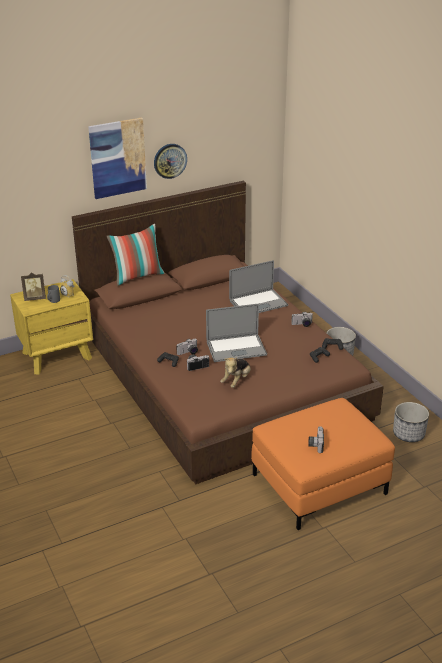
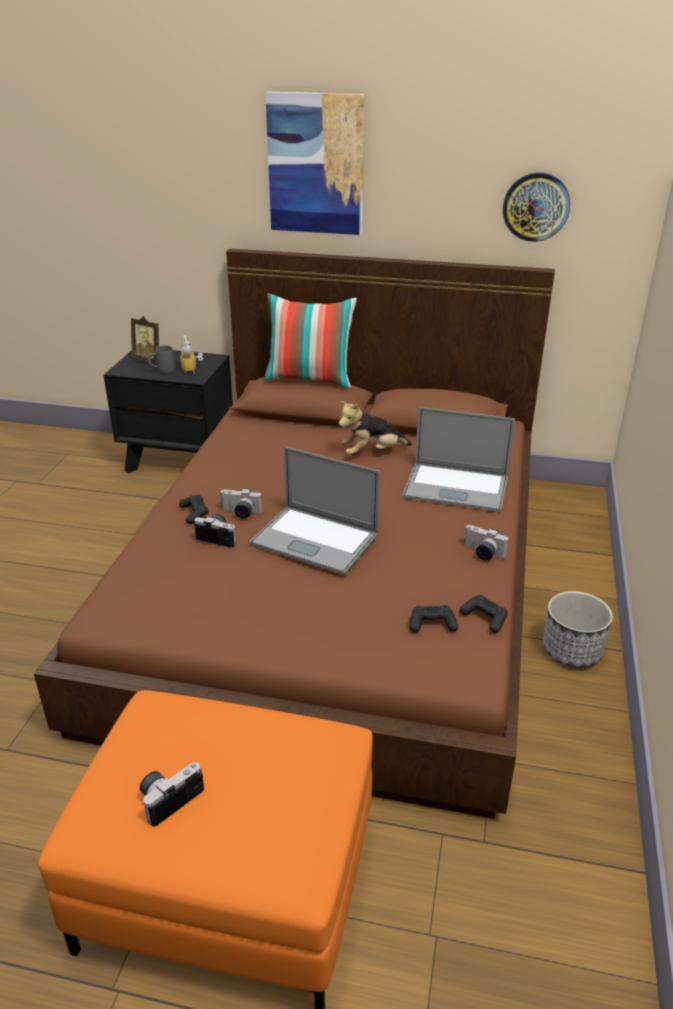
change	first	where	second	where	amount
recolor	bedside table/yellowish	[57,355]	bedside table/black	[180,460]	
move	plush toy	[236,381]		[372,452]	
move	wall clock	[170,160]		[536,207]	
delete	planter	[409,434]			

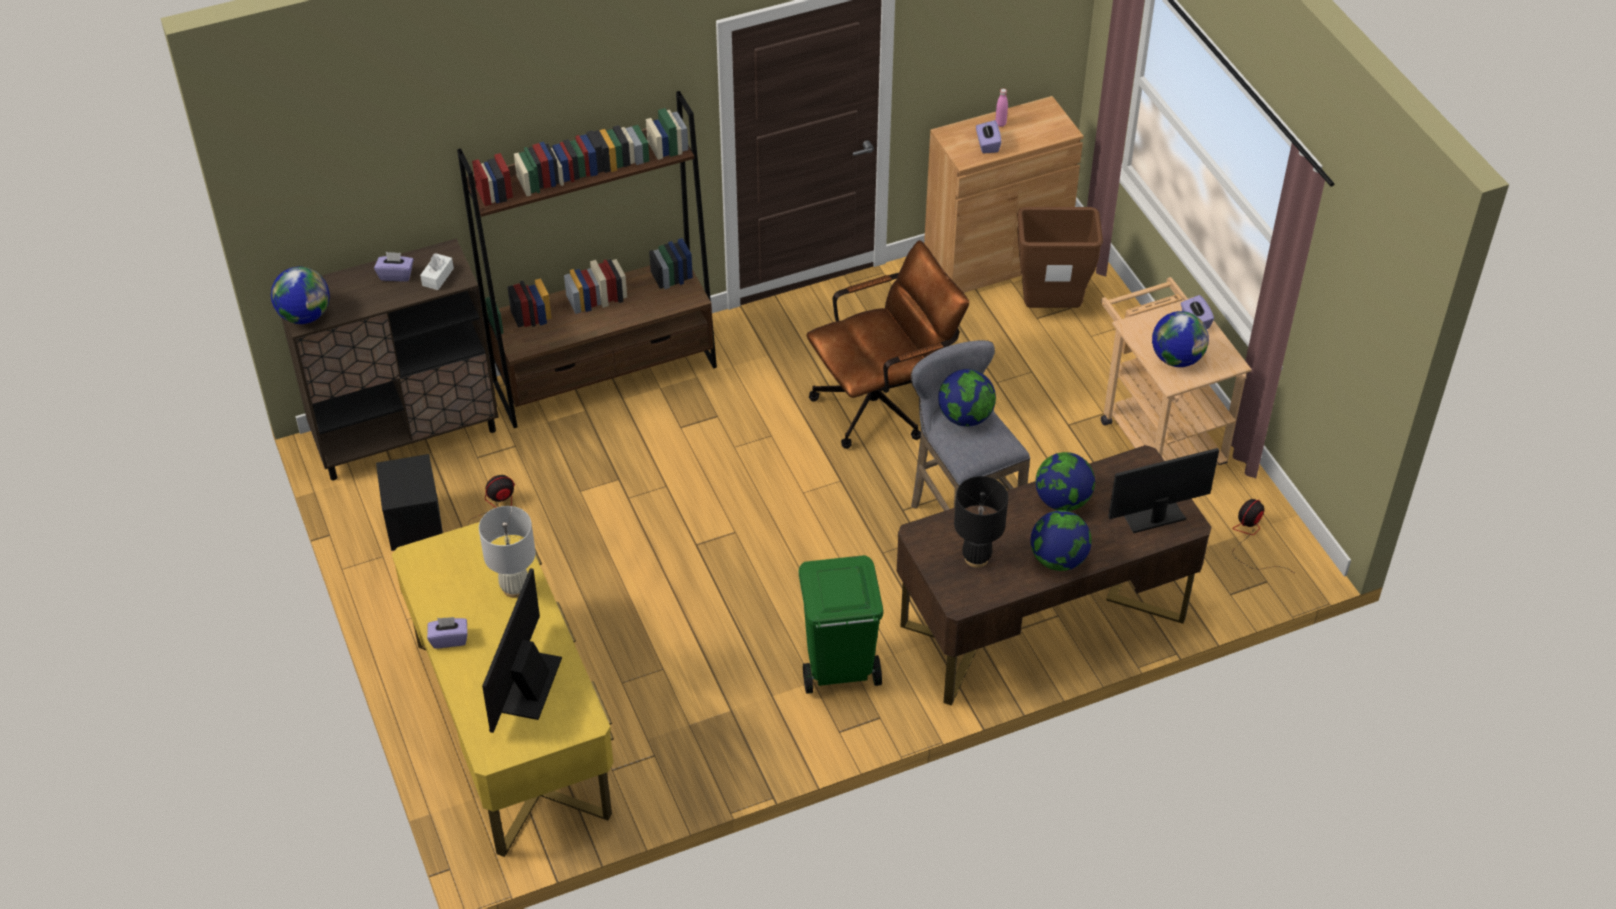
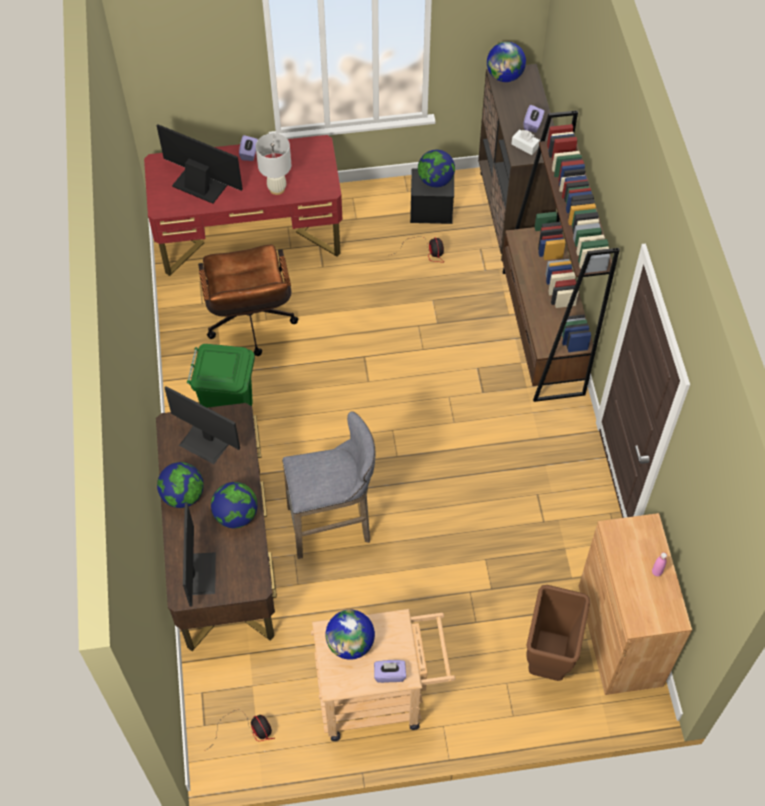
change	first	where	second	where	amount
recolor	desk/yellowish	[513,727]	desk/reddish	[250,238]	
replace	table lamp/black	[976,558]	computer display	[204,444]	
move	desk chair/brownish	[884,403]		[251,326]	
move	globe	[965,417]		[435,181]	
delete	tissue holder/purple	[987,145]			

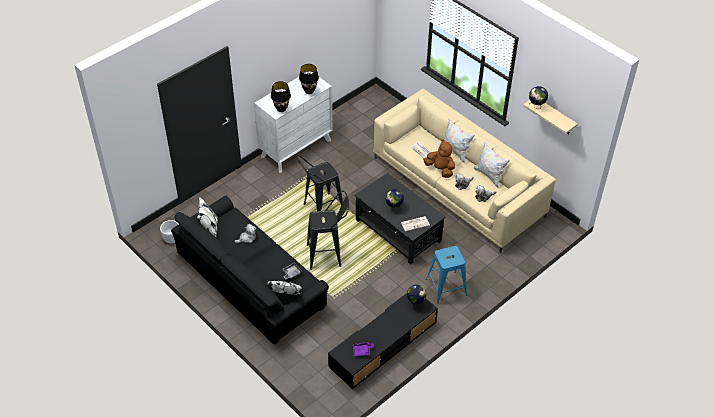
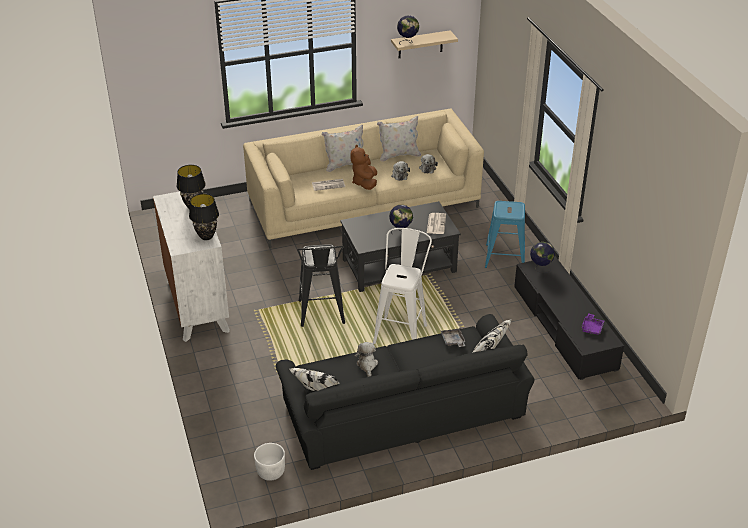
change	first	where	second	where	amount
rotate	plush toy/brownish	[440,169]		[365,183]	60 degrees counterclockwise
recolor	stool seat/black	[328,255]	stool seat/white	[402,330]	

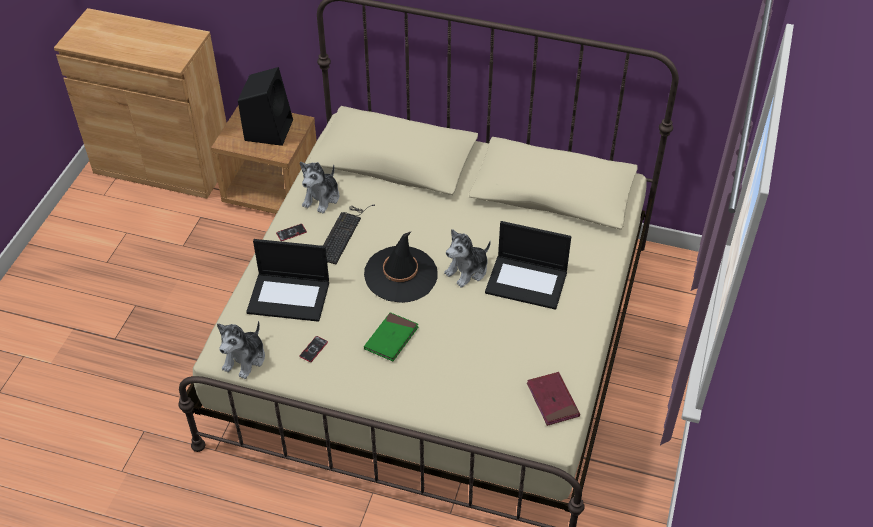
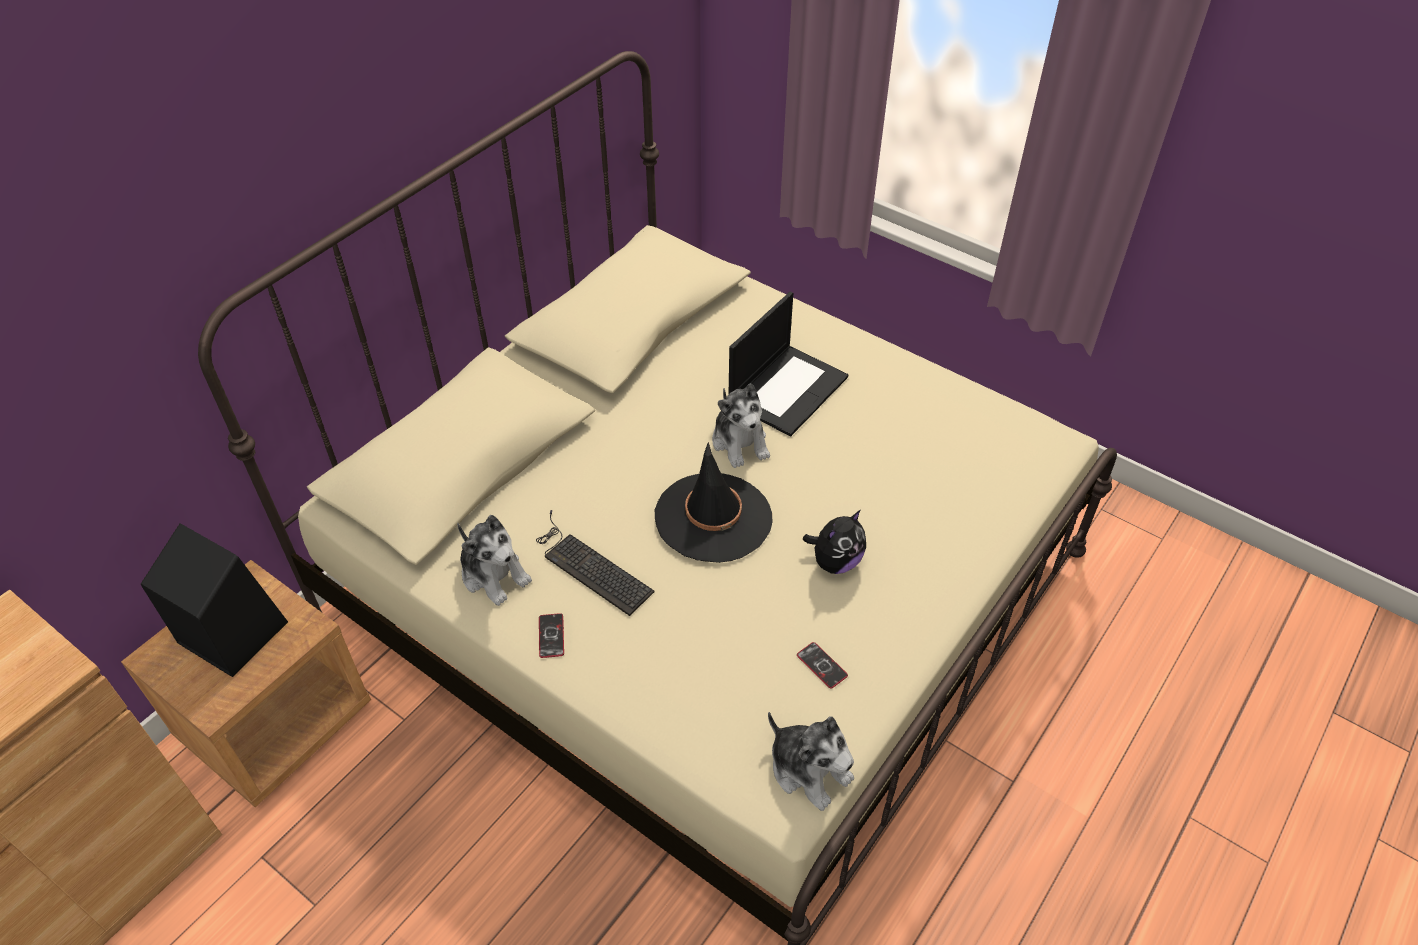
change	first	where	second	where	amount
replace	bound book/greenish	[391,338]	plush toy	[835,562]	
delete	portable computer	[290,296]			
delete	bound book/reddish	[552,400]			

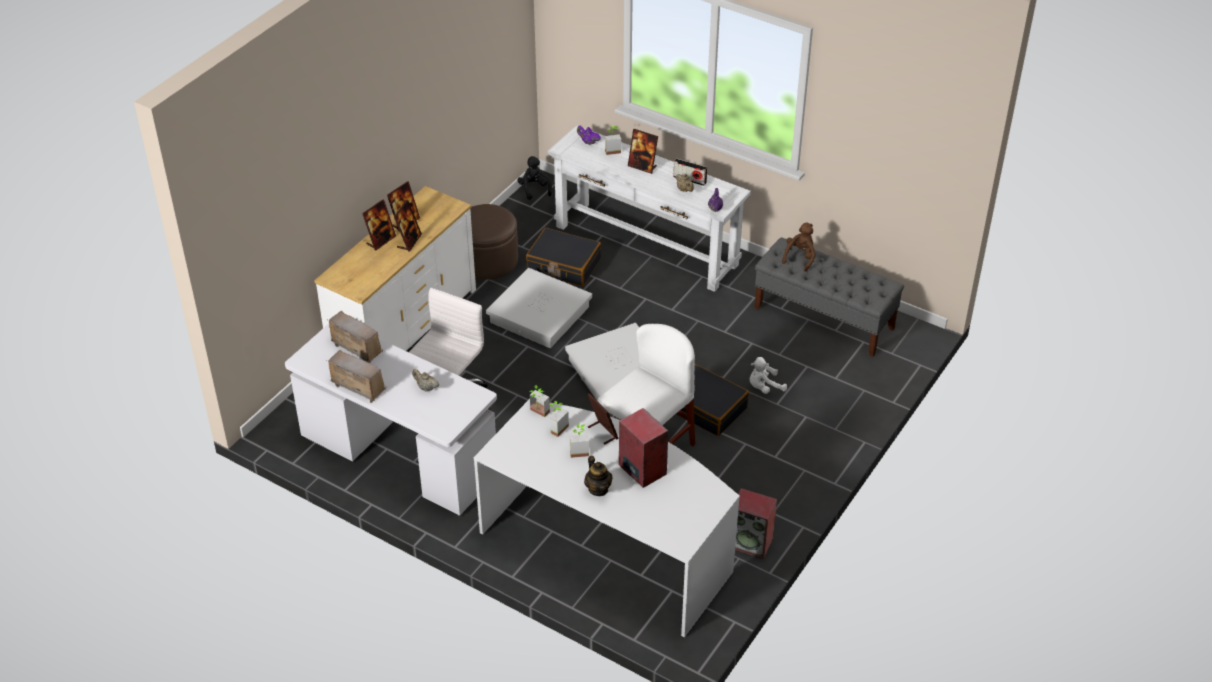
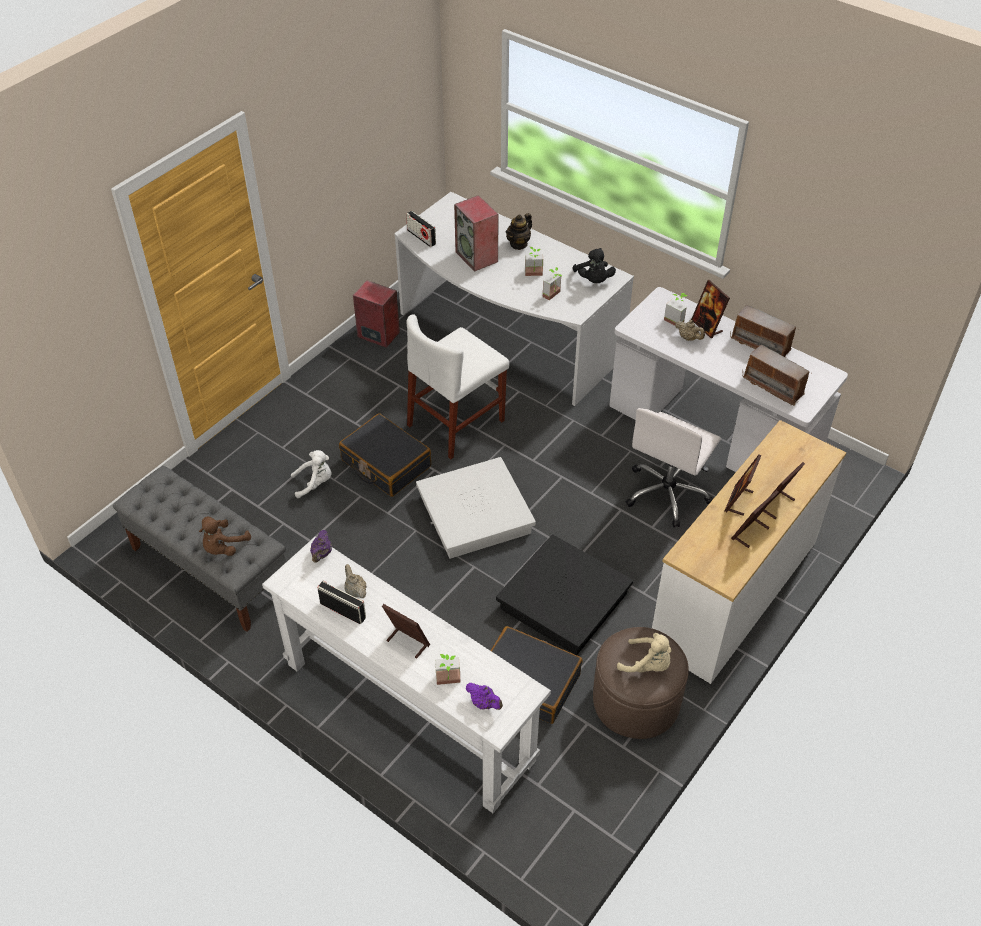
change	first	where	second	where	amount
insert			radio receiver	[421,237]	
recolor	storage box/white	[539,314]	storage box/black	[564,601]	
rotate	tea pot	[598,489]		[518,244]	120 degrees counterclockwise
move	plush toy/black	[534,189]		[593,280]	
insert			plush toy/sand-coloured	[647,665]	
move	houseplant	[537,413]		[676,319]	
move	photo frame	[602,432]		[707,326]	

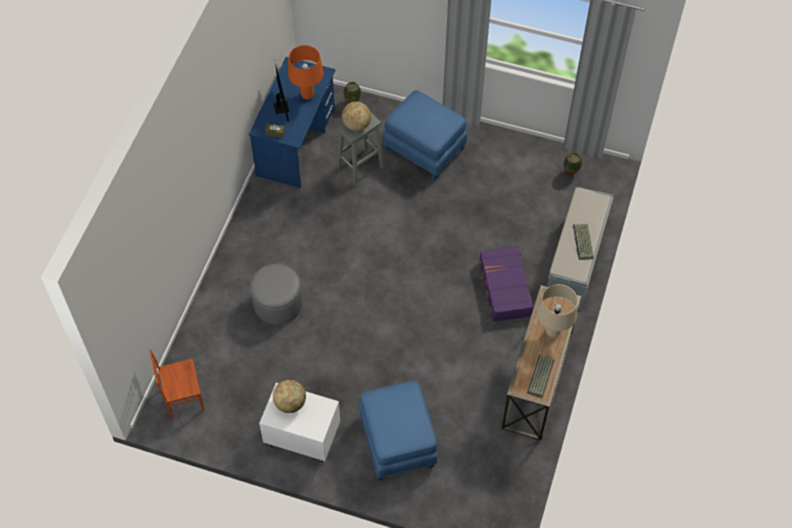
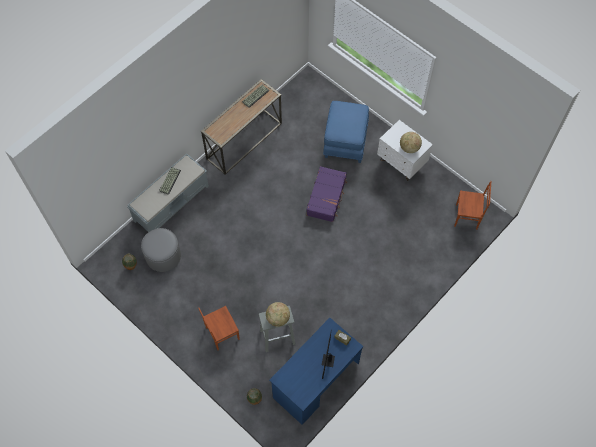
change	first	where	second	where	amount
move	ottoman/greyish	[278,303]		[163,255]	
replace	ottoman/blue	[424,148]	chair/brownish	[221,333]	
move	travel case/purple	[504,288]		[326,197]	
delete	table lamp/orange	[307,95]			
delete	table lamp/sand-coloured	[552,332]			

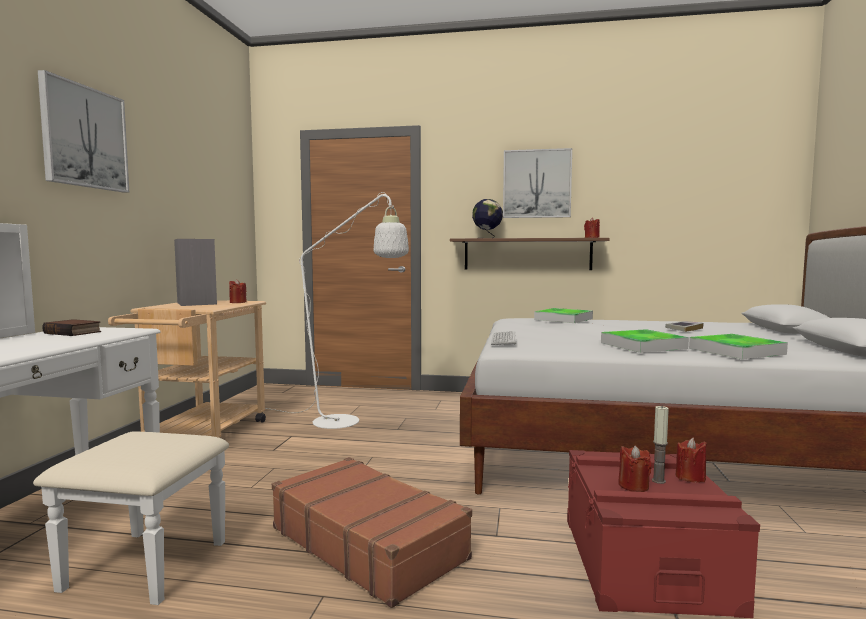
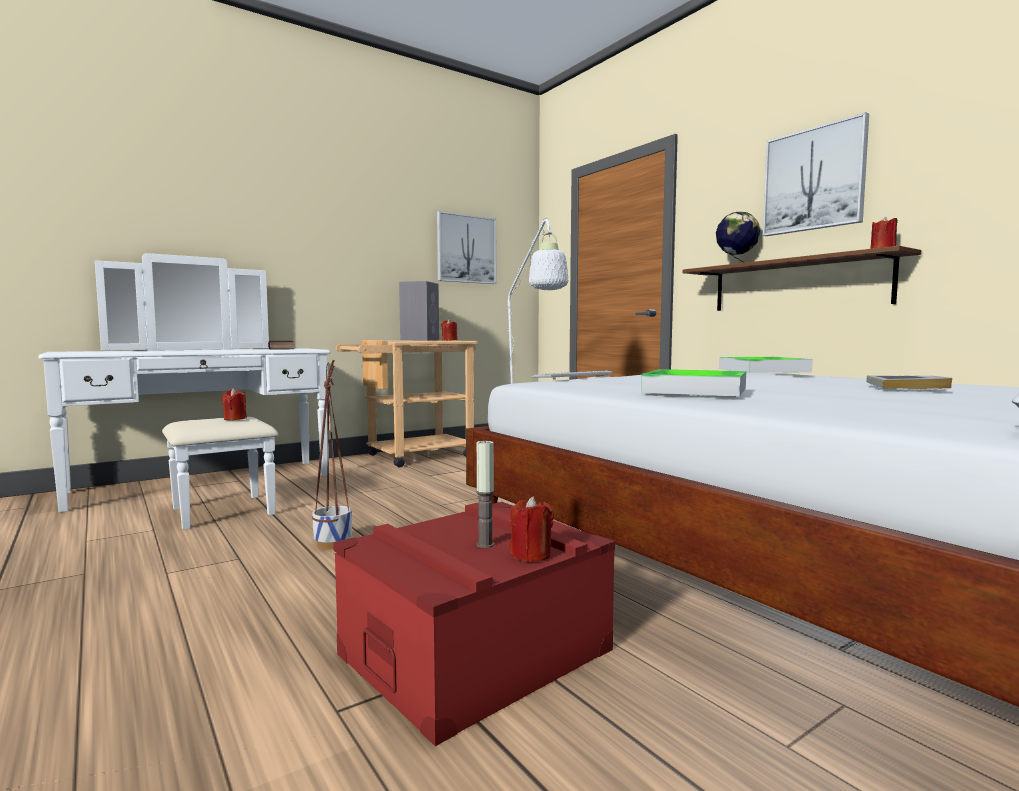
change	first	where	second	where	amount
move	wax candle/reddish	[633,486]		[235,418]	
replace	travel case/brownish	[368,542]	planter	[332,544]	
move	picture	[84,137]		[466,249]	
delete	serving tray	[736,351]			

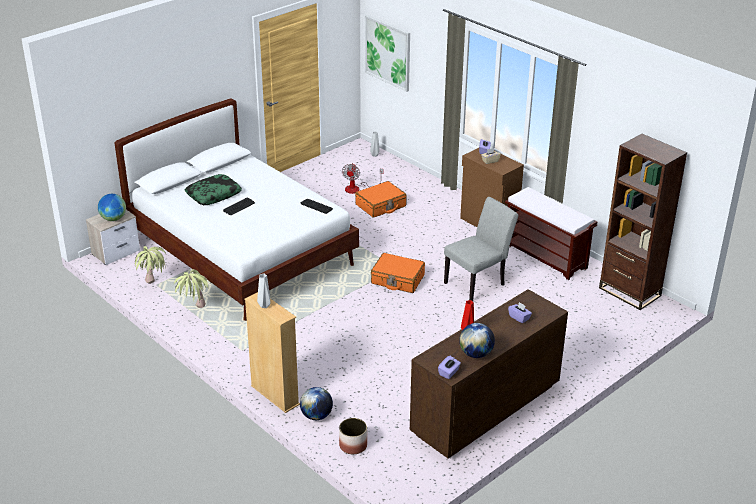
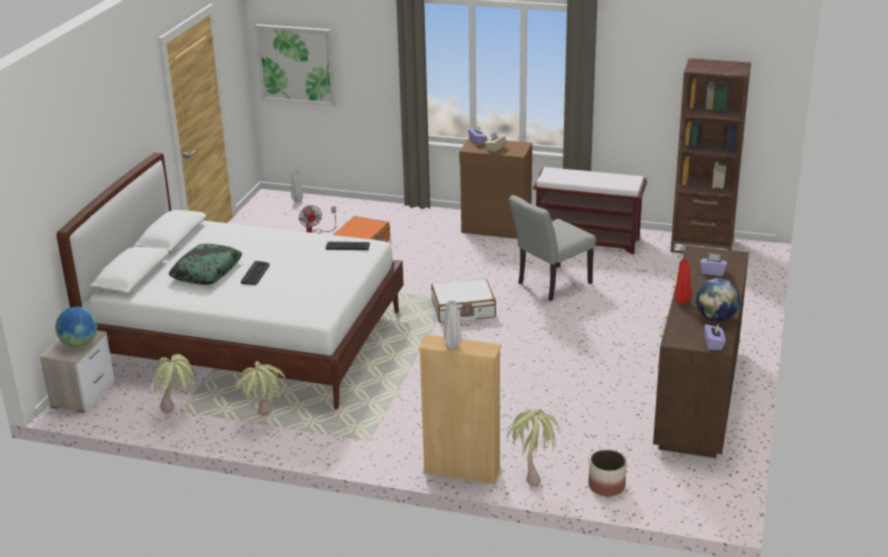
change	first	where	second	where	amount
recolor	travel case/orange	[397,279]	travel case/white	[463,310]	
replace	globe	[316,416]	houseplant	[533,473]	
rotate	chair/greyish	[478,282]		[550,285]	150 degrees counterclockwise

